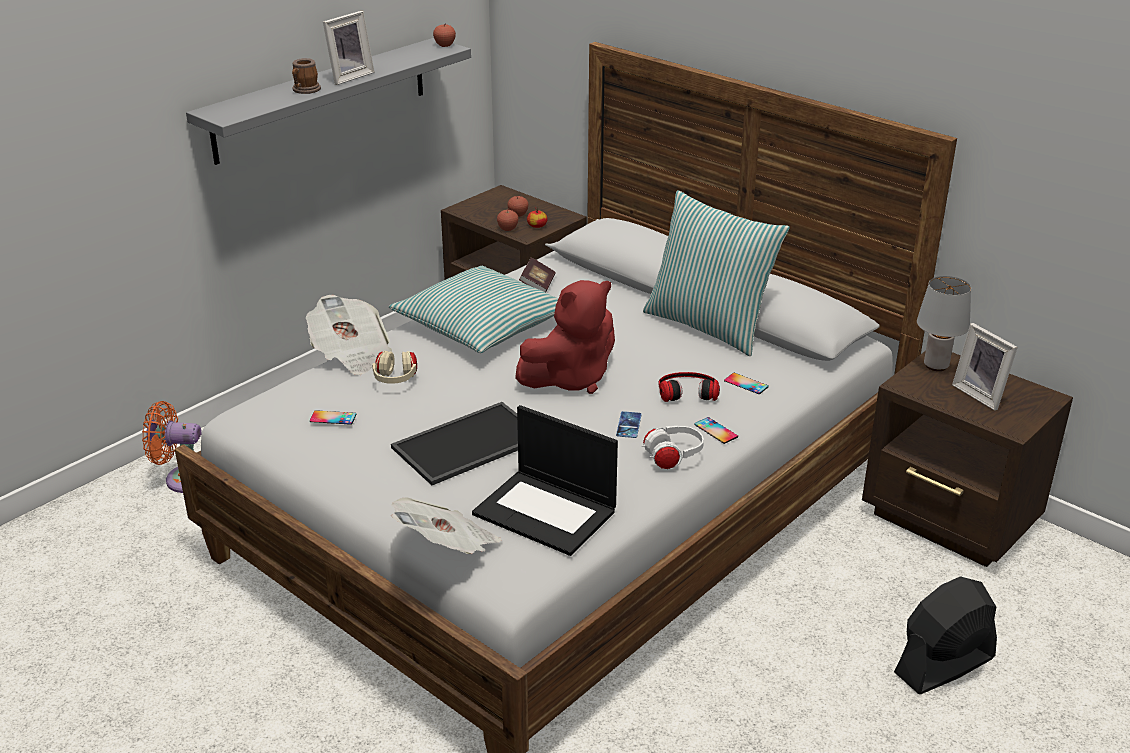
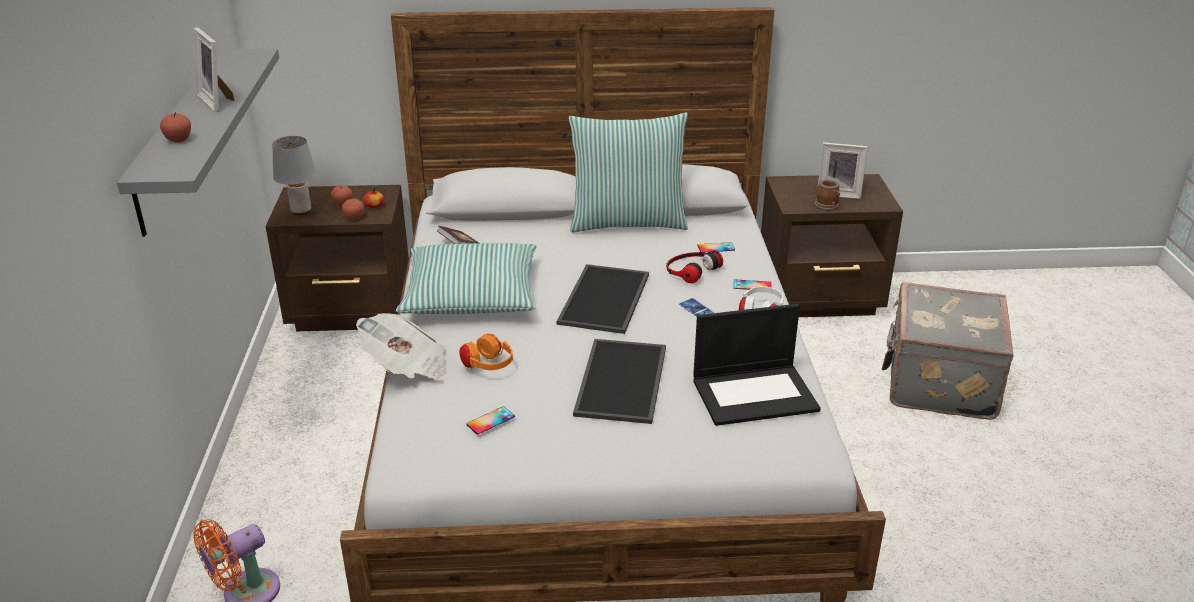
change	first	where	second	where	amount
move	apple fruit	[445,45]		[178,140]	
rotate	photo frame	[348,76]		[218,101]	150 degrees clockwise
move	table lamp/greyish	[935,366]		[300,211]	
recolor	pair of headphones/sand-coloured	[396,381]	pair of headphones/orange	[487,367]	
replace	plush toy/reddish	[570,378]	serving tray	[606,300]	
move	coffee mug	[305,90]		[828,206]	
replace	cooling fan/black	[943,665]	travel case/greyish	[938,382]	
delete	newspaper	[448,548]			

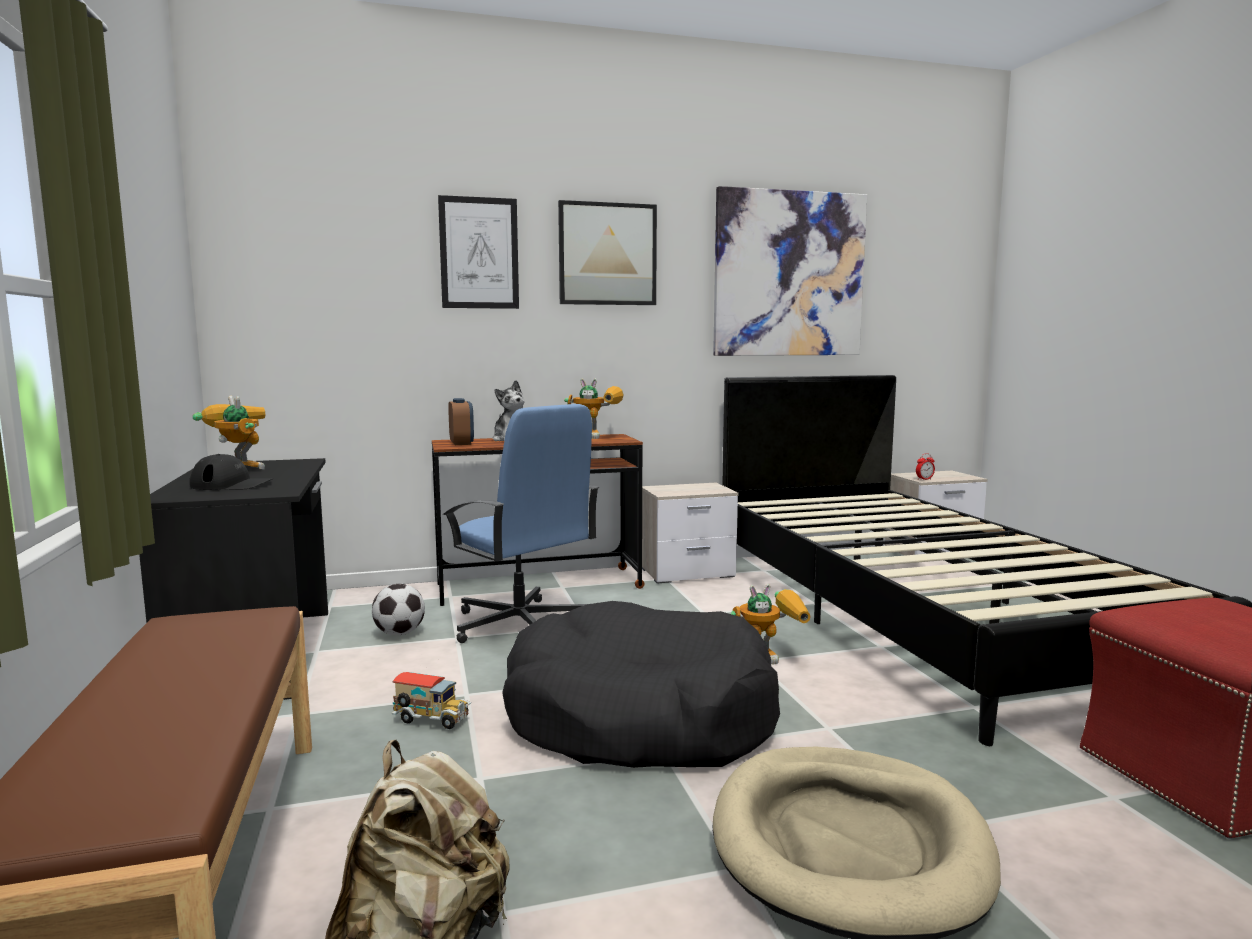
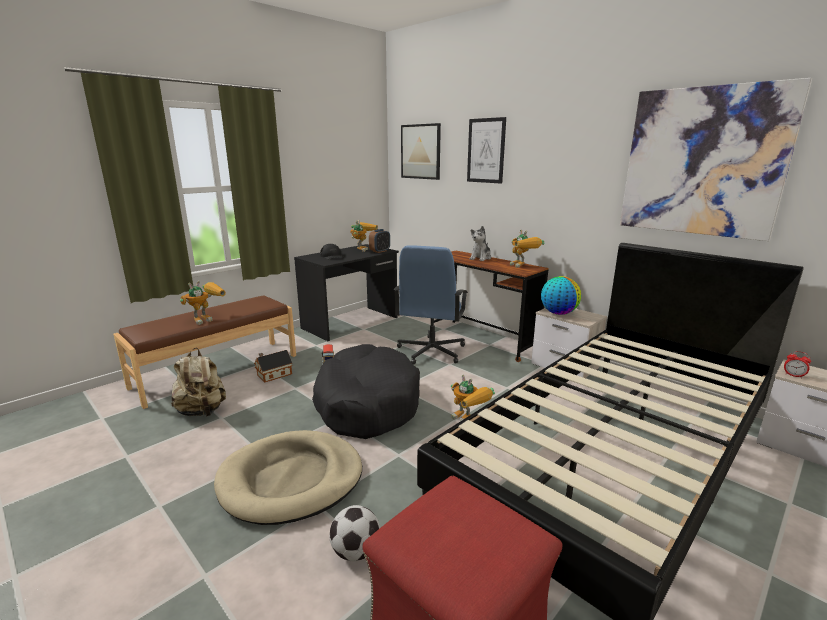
change	first	where	second	where	amount
insert			robot figure	[207,319]	
insert			miniature house	[273,375]	
move	football ball	[399,633]		[356,552]	
move	bedside clock	[461,443]		[380,251]	
move	picture	[607,254]		[420,151]	
insert			globe	[558,313]	

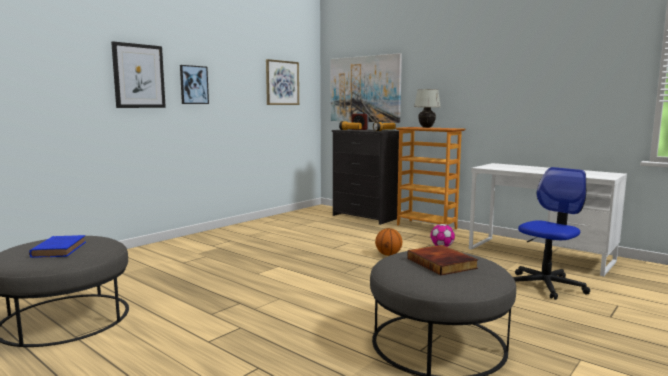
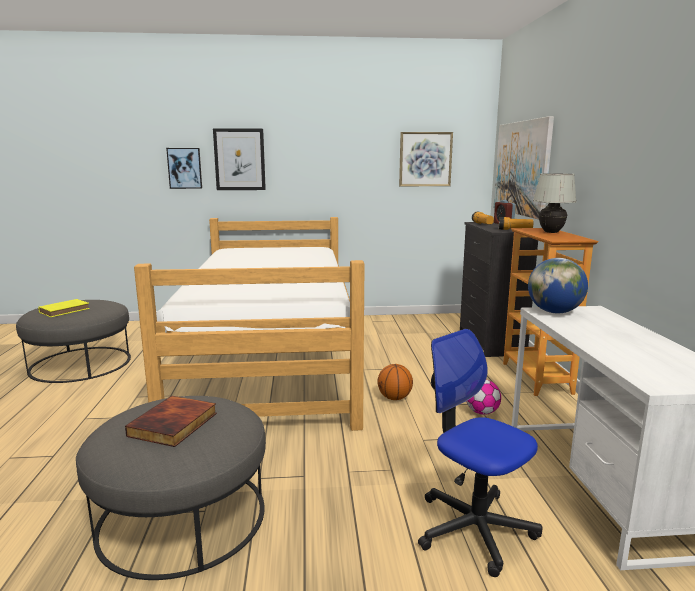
change	first	where	second	where	amount
recolor	bound book/blue	[60,249]	bound book/yellowish	[65,310]	
insert			bedroom bed	[272,360]	
move	picture	[193,85]		[184,168]	
rotate	desk chair	[546,285]		[474,528]	135 degrees counterclockwise
insert			globe	[554,312]	

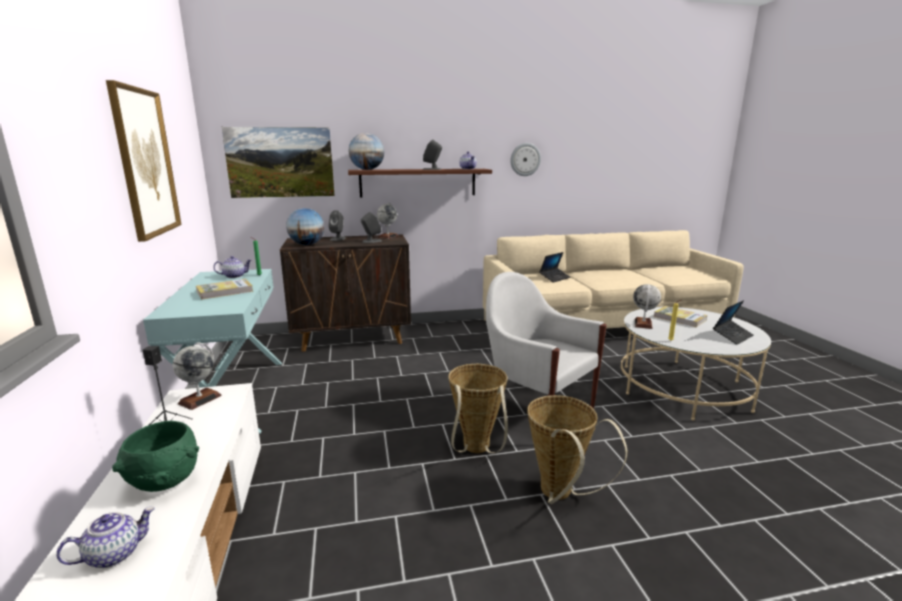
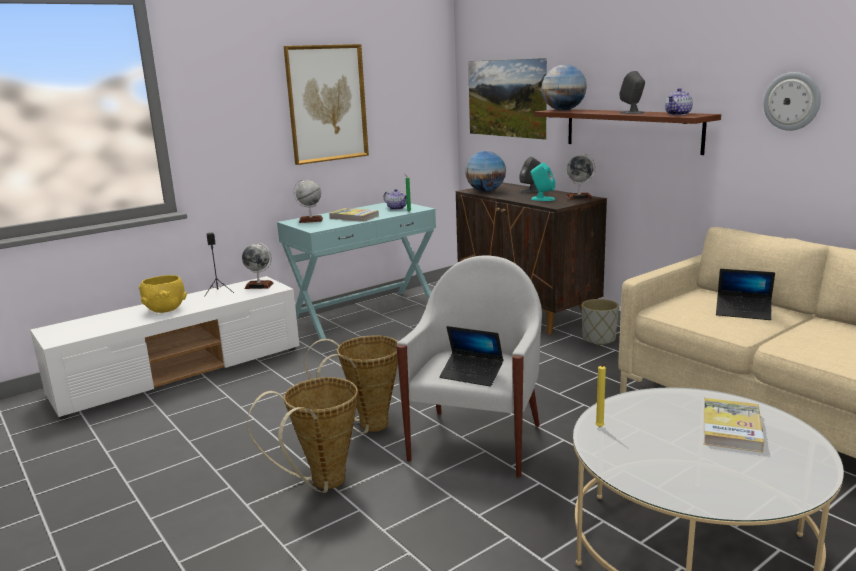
change	first	where	second	where	amount
recolor	deep dish/greenish	[165,481]	deep dish/yellowish	[165,310]	
move	globe	[643,324]		[310,220]	
move	portable computer	[732,336]		[471,375]	
recolor	audio speaker/greyish	[371,241]	audio speaker/turquoise-coloured	[542,199]	
insert			planter/greyish	[599,339]	
delete	tea pot	[115,554]			

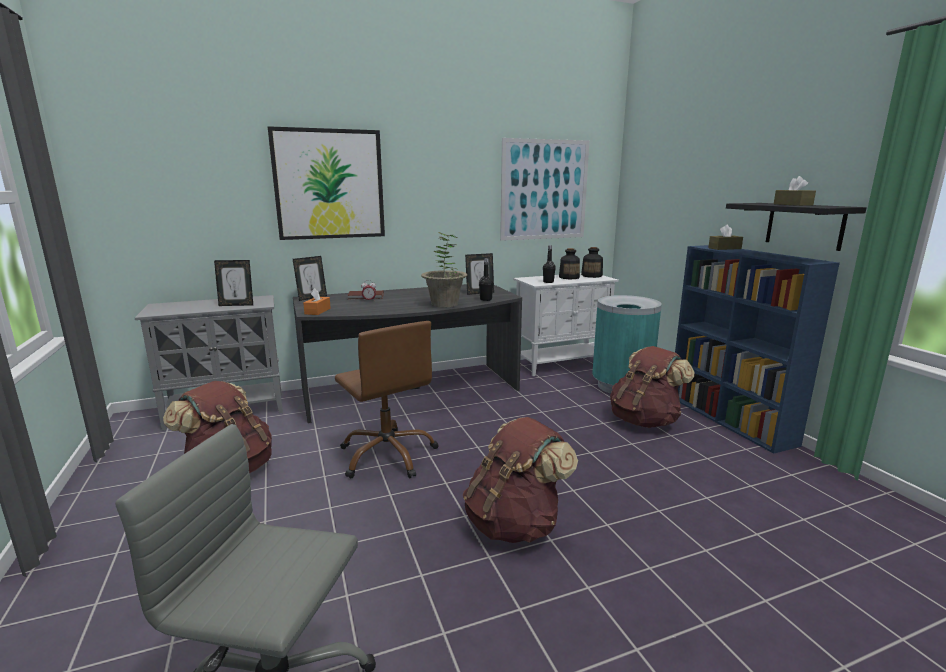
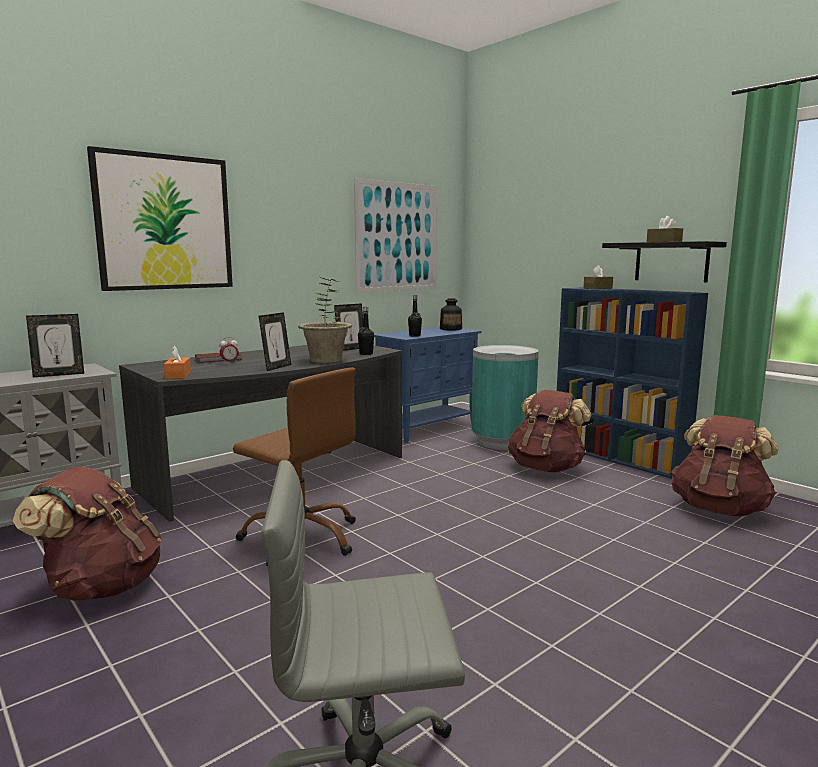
change	first	where	second	where	amount
move	photo frame	[312,298]		[276,367]	
recolor	cupboard/white	[561,364]	cupboard/blue	[427,428]	
move	backpack/brownish	[515,524]		[719,509]	
delete	drink bottle	[569,277]			

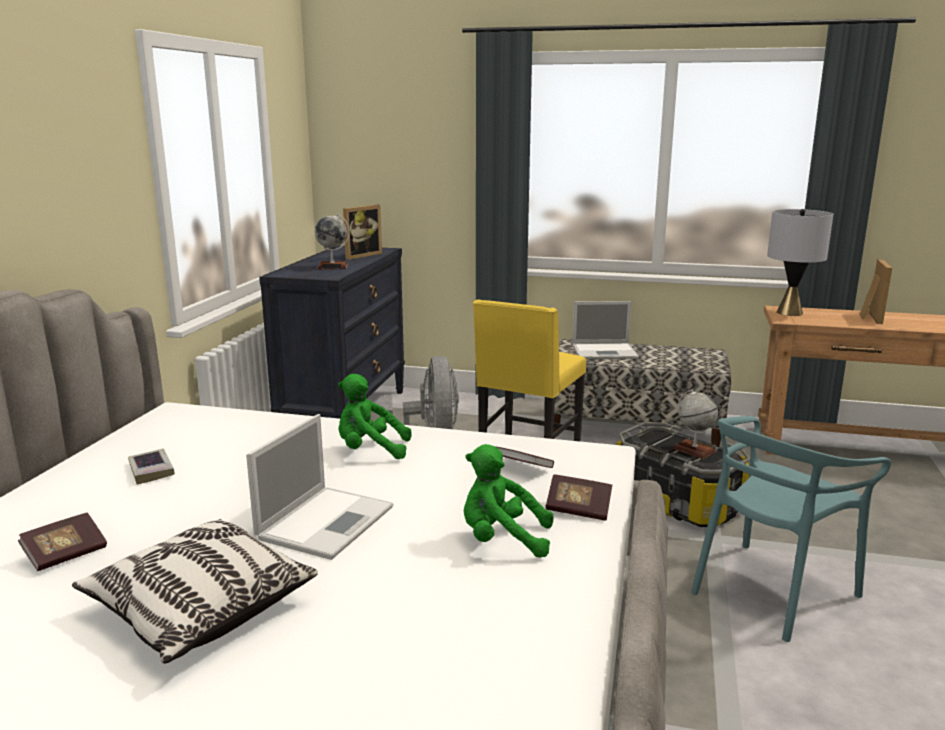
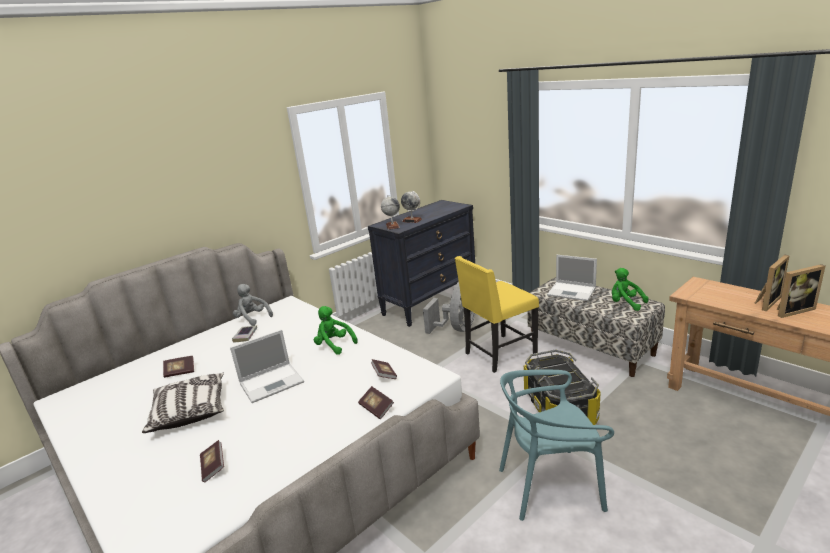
change	first	where	second	where	amount
insert			bound book	[213,467]	
insert			plush toy/greyish	[252,318]	
move	globe	[694,450]		[392,226]	
move	plush toy/greenish	[502,540]		[625,303]	
move	photo frame	[360,255]		[792,310]	
delete	table lamp/greyish	[789,313]			

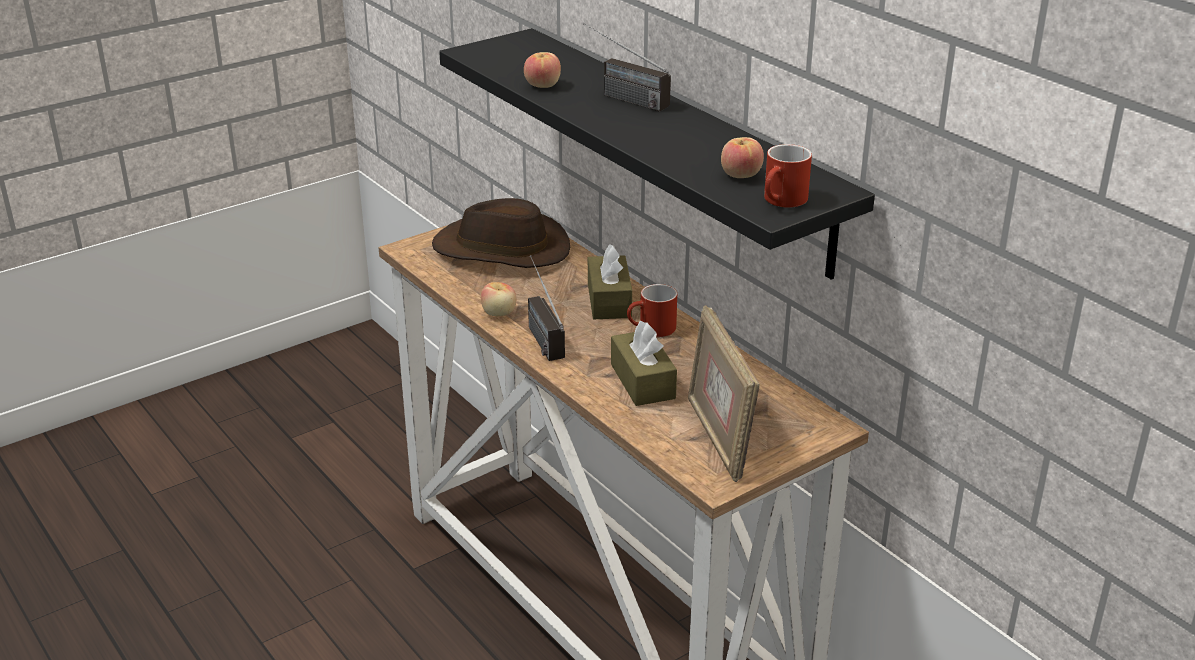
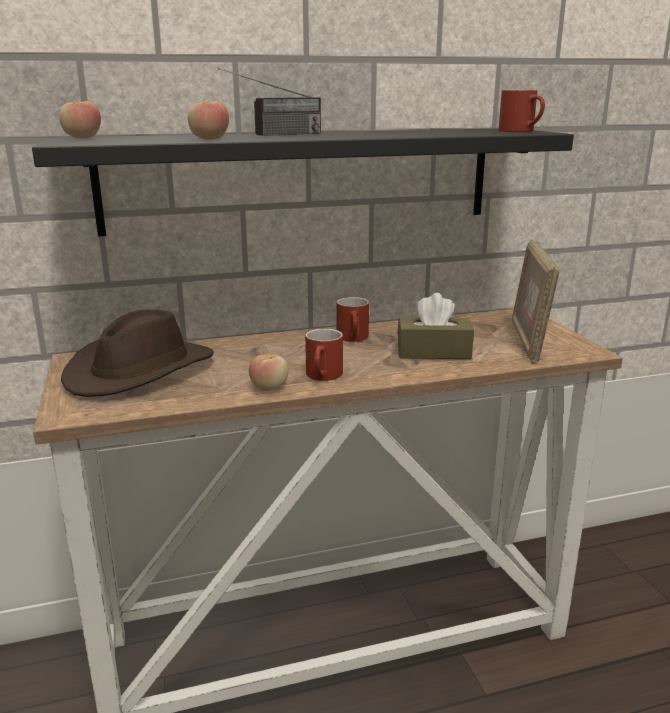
change	first	where	second	where	amount
move	apple fruit	[740,175]		[82,138]	
replace	radio receiver	[539,333]	coffee mug/reddish	[324,376]	
rotate	photo frame	[718,438]		[528,342]	90 degrees clockwise
delete	tissue holder/brownish	[609,300]			

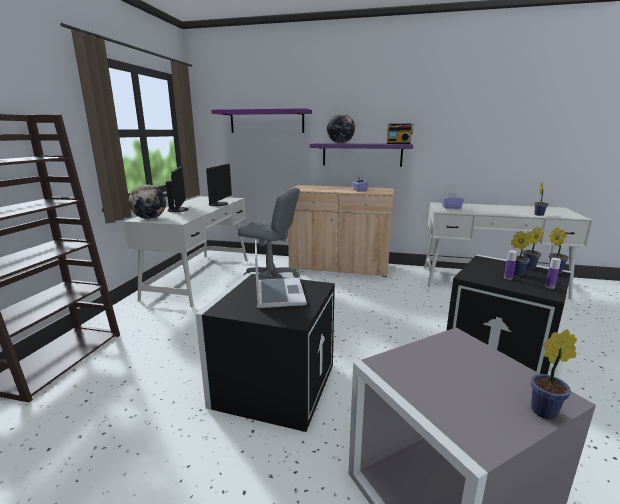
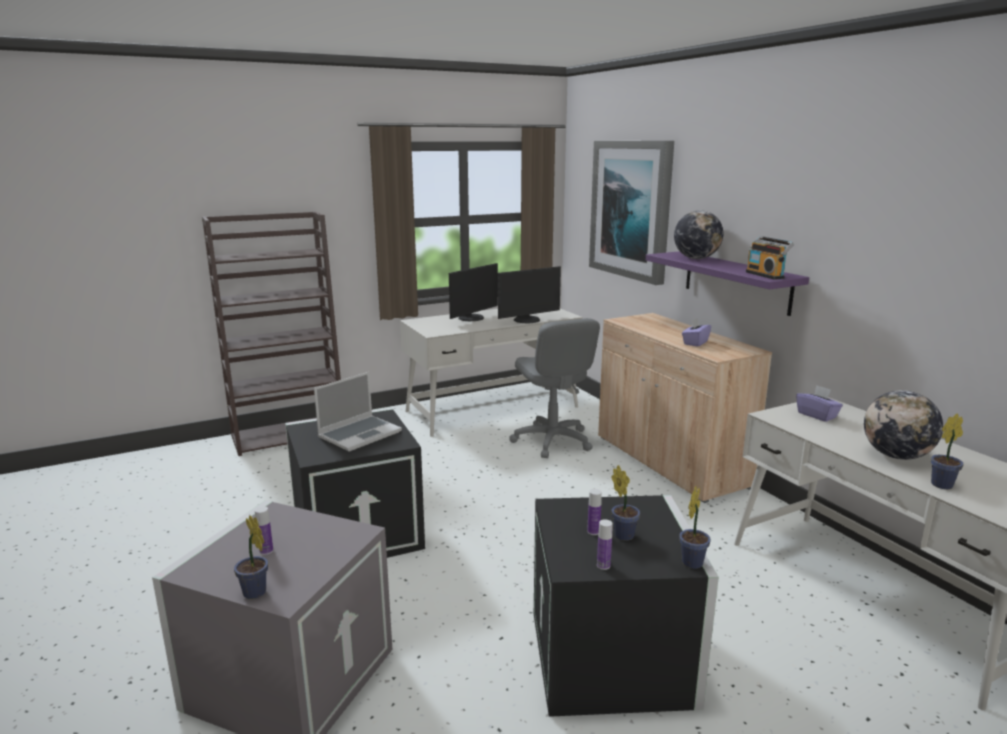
change	first	where	second	where	amount
insert			drink bottle	[266,551]	
replace	wall shelf/purple	[266,121]	picture	[631,209]	
move	globe	[150,218]		[896,456]	
delete	houseplant	[527,267]			

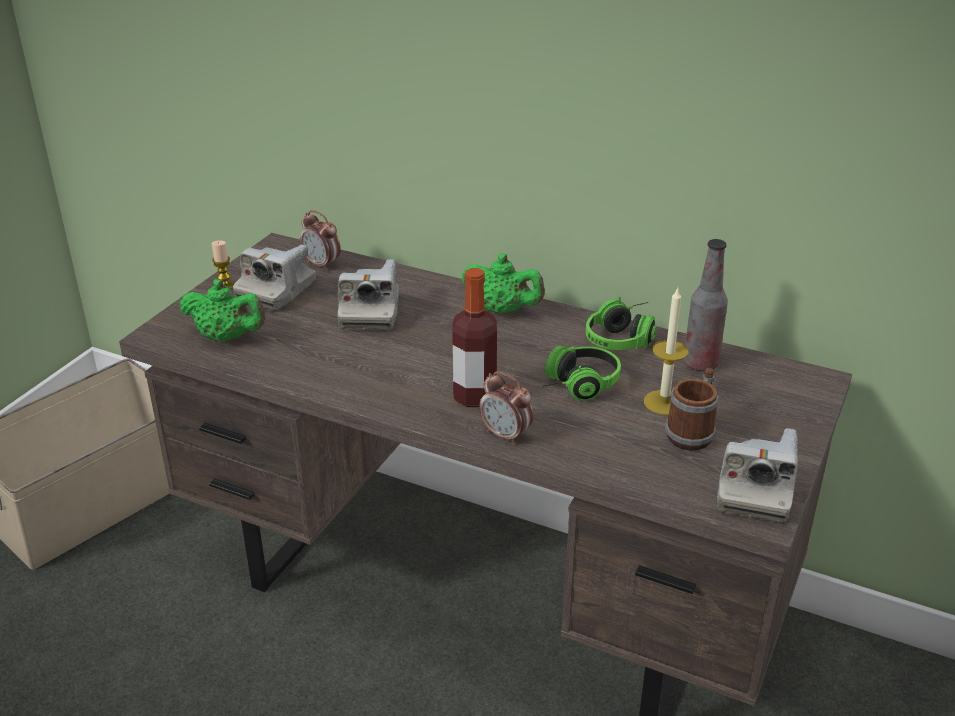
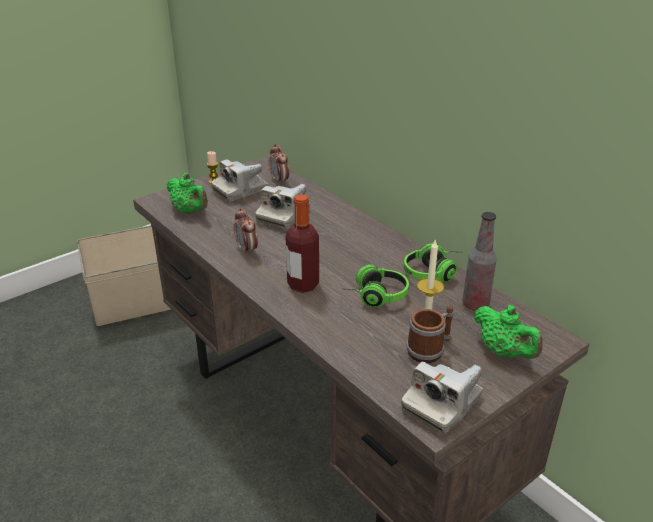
change	first	where	second	where	amount
move	bedside clock	[506,435]		[247,250]	
move	tea pot/greenish	[502,310]		[504,352]	

